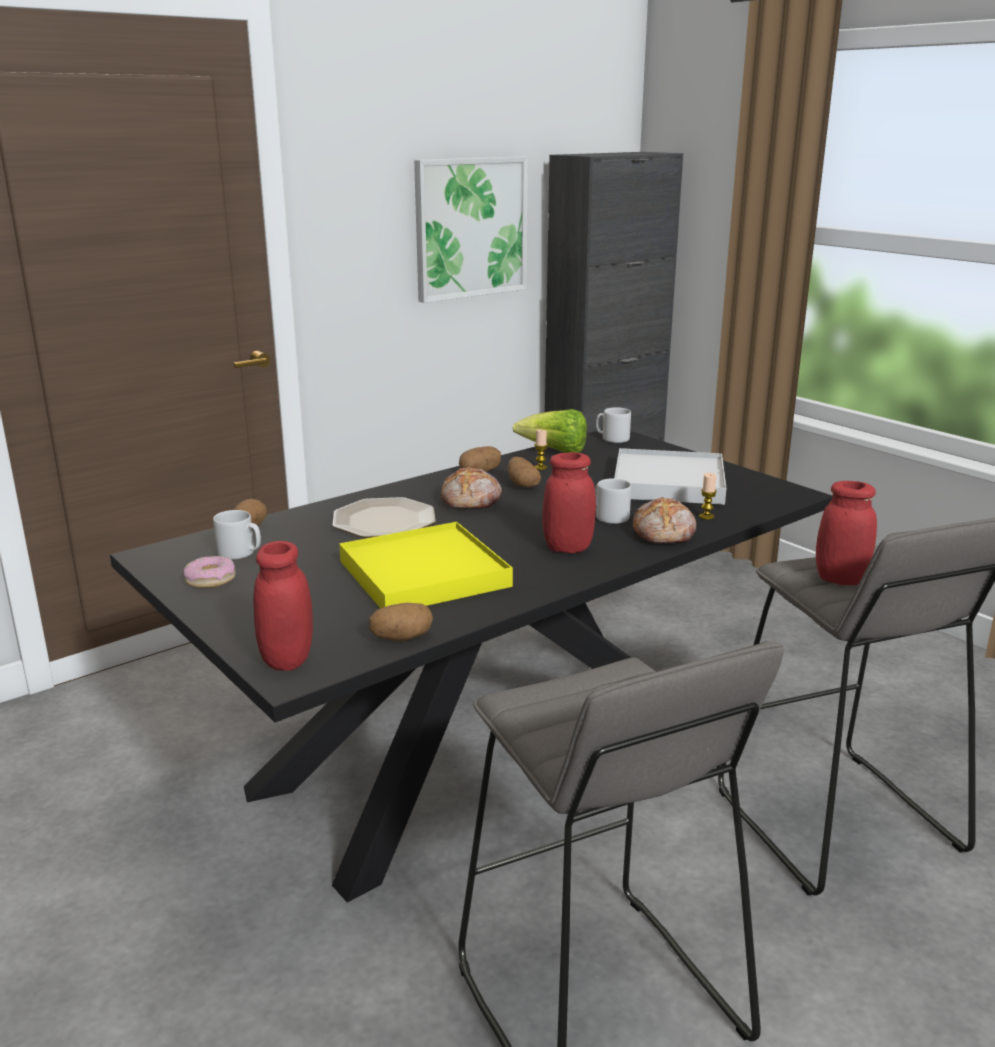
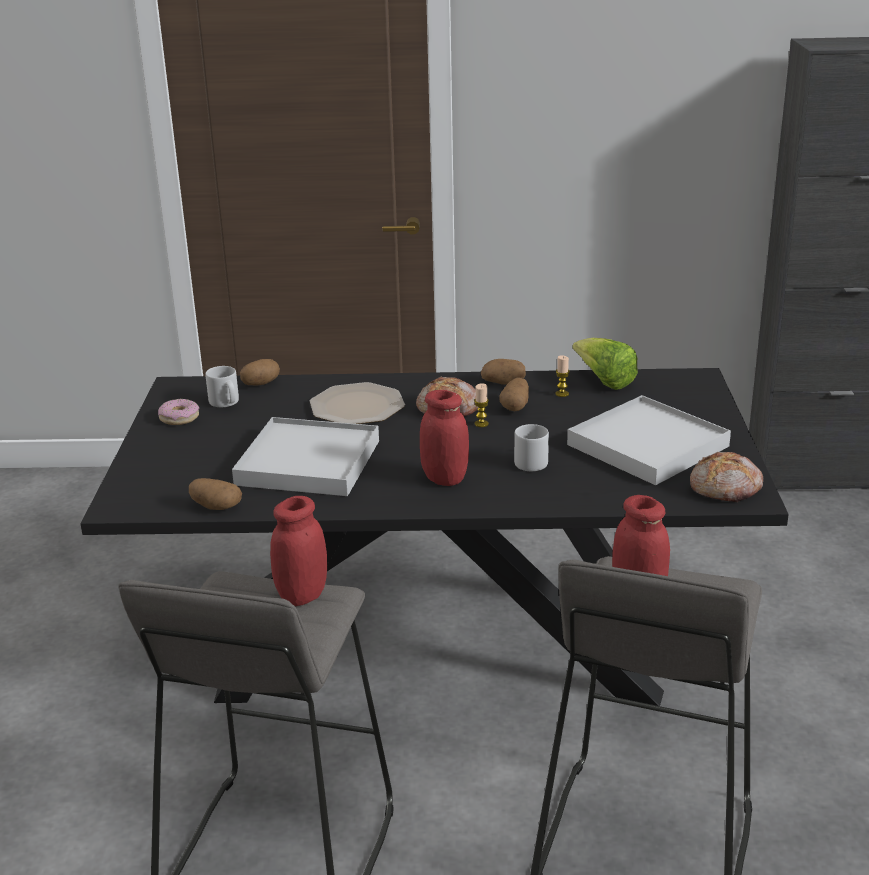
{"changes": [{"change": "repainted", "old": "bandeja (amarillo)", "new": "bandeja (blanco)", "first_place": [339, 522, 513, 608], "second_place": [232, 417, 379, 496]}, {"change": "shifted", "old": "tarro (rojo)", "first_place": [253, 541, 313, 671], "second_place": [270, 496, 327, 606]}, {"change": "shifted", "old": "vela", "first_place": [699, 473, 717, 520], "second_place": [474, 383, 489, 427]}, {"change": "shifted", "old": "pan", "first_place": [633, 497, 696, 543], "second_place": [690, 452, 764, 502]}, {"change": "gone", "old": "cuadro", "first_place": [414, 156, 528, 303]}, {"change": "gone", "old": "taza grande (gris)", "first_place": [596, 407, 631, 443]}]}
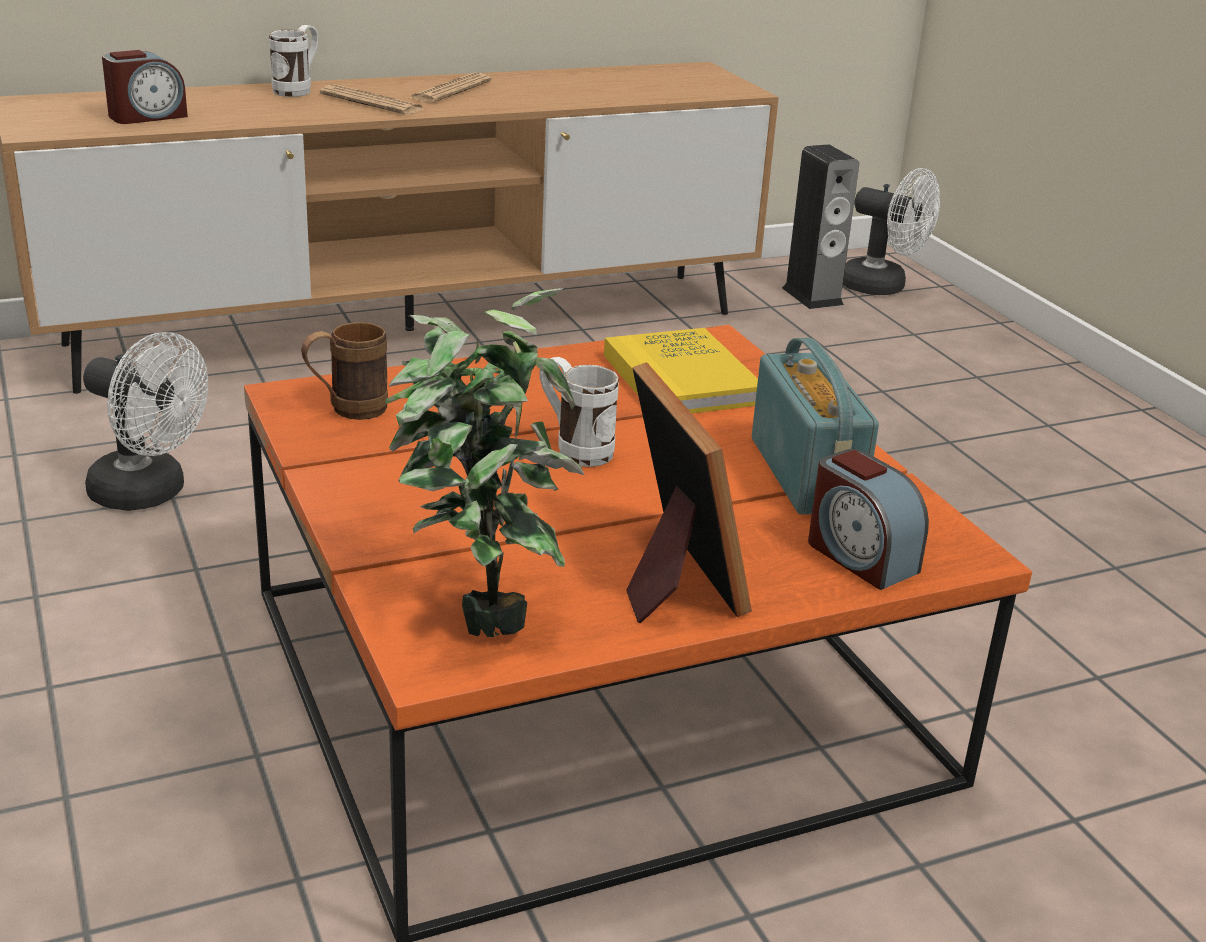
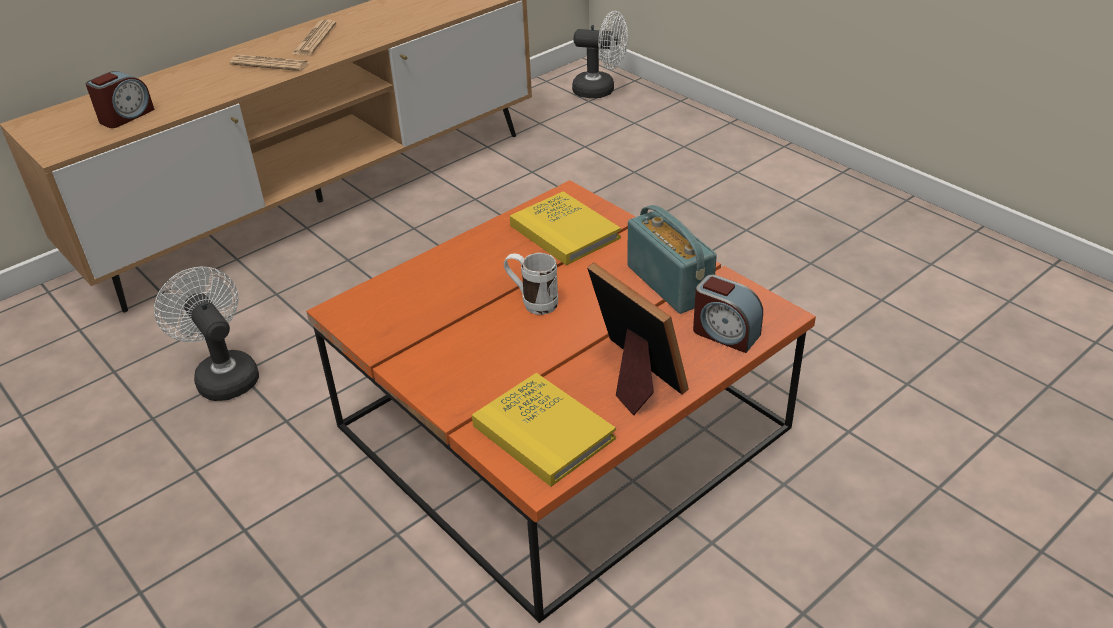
{"changes": [{"change": "rotated", "old": "ventilador (blanco)", "first_place": [83, 332, 208, 511], "second_place": [154, 267, 259, 401], "degrees": -135}, {"change": "swapped", "old": "planta en maceta", "new": "libro (amarillo)", "first_place": [385, 288, 584, 637], "second_place": [472, 373, 616, 487]}, {"change": "gone", "old": "taza grande (blanco)", "first_place": [269, 25, 318, 97]}, {"change": "gone", "old": "taza grande (marrón)", "first_place": [301, 322, 388, 420]}, {"change": "gone", "old": "altavoz", "first_place": [782, 145, 859, 309]}]}
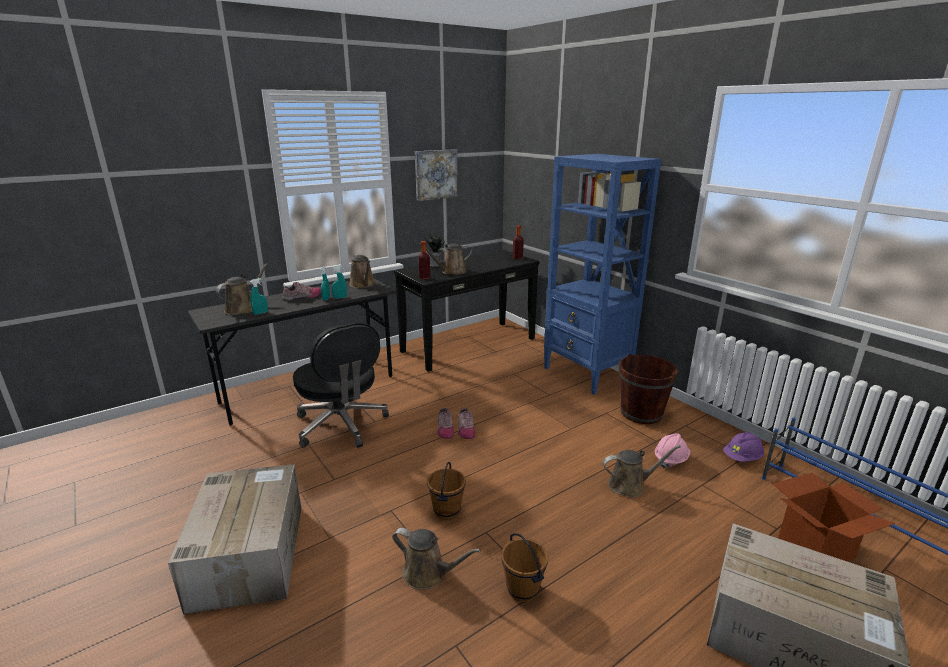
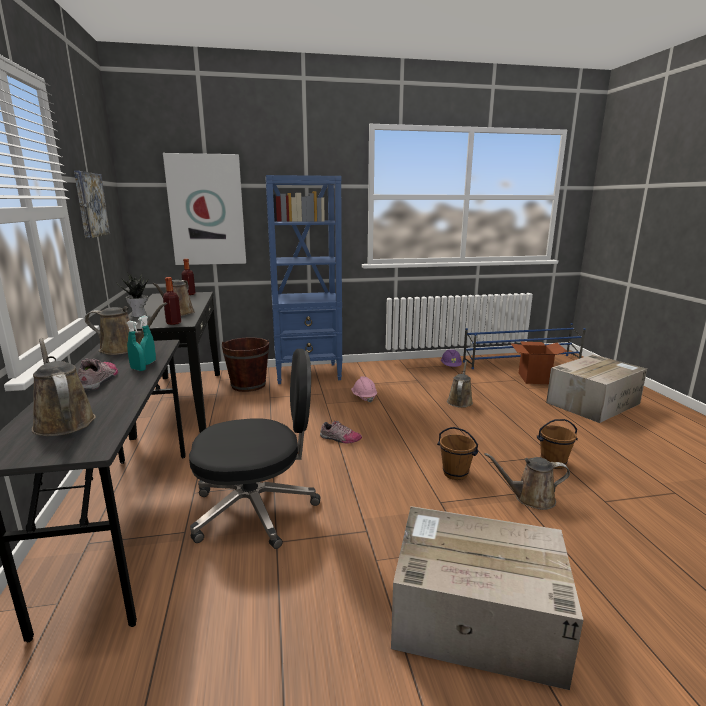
{"changes": [{"change": "new", "new": "cuadro", "second_place": [163, 153, 246, 265]}, {"change": "shifted", "old": "cubo (marrón)", "first_place": [619, 354, 678, 424], "second_place": [222, 337, 269, 392]}, {"change": "shifted", "old": "casco (rosa)", "first_place": [655, 434, 690, 468], "second_place": [351, 376, 377, 403]}, {"change": "rotated", "old": "regadera (marrón)", "first_place": [392, 528, 481, 590], "second_place": [484, 453, 570, 510], "degrees": -135}, {"change": "gone", "old": "pulverizador (turquesa)", "first_place": [250, 278, 268, 315]}, {"change": "gone", "old": "zapato", "first_place": [437, 408, 454, 439]}]}
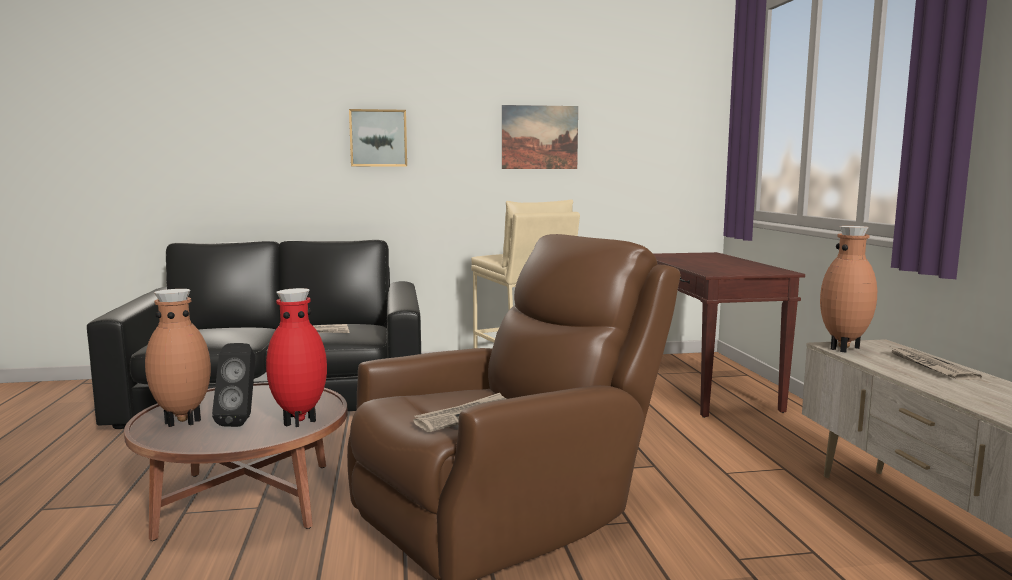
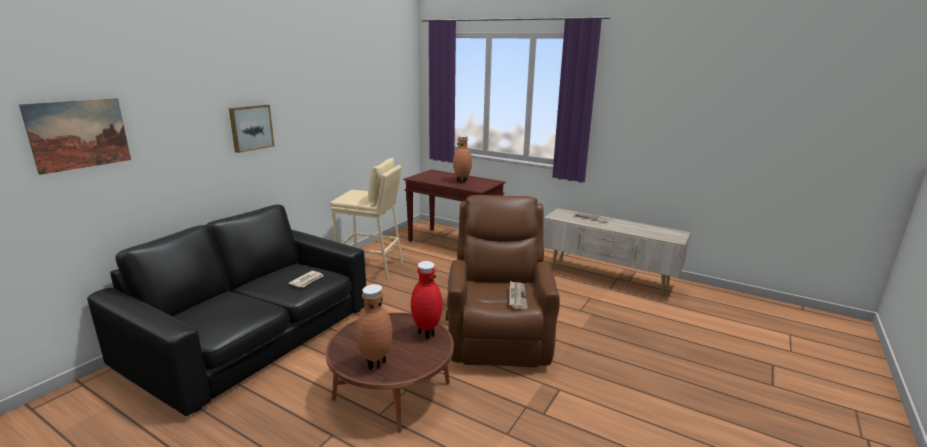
{"changes": [{"change": "shifted", "old": "cuadro", "first_place": [502, 105, 578, 169], "second_place": [19, 98, 131, 175]}, {"change": "shifted", "old": "florero (marrón)", "first_place": [820, 226, 877, 352], "second_place": [453, 135, 472, 183]}, {"change": "gone", "old": "altavoz (negro)", "first_place": [212, 343, 256, 427]}]}
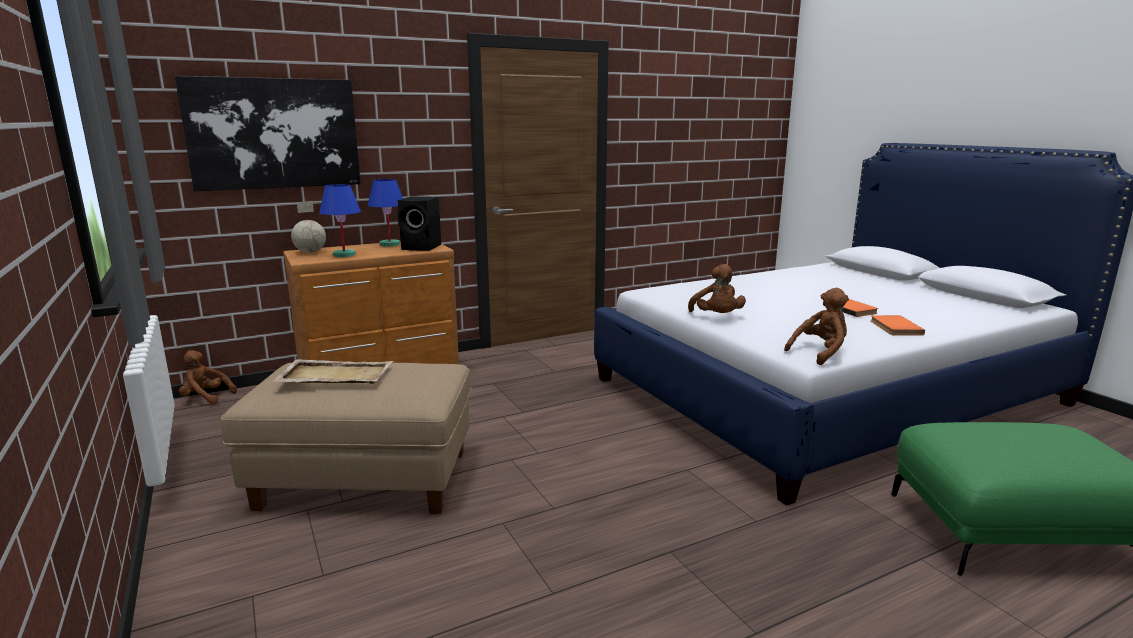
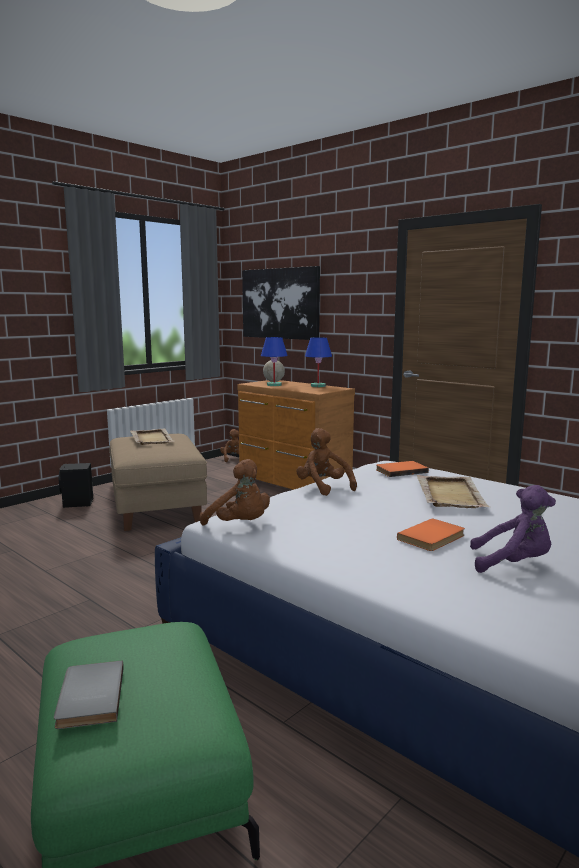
{"changes": [{"change": "new", "new": "libro (gris)", "second_place": [54, 661, 124, 729]}, {"change": "shifted", "old": "altavoz (negro)", "first_place": [398, 196, 441, 251], "second_place": [59, 463, 93, 508]}, {"change": "rotated", "old": "peluche (marrón)", "first_place": [688, 264, 746, 313], "second_place": [296, 428, 357, 496], "degrees": 90}, {"change": "shifted", "old": "libro (naranja)", "first_place": [871, 315, 925, 335], "second_place": [376, 461, 429, 477]}, {"change": "new", "new": "bandeja (beis)", "second_place": [417, 475, 490, 508]}, {"change": "new", "new": "peluche (morado)", "second_place": [470, 485, 556, 573]}]}
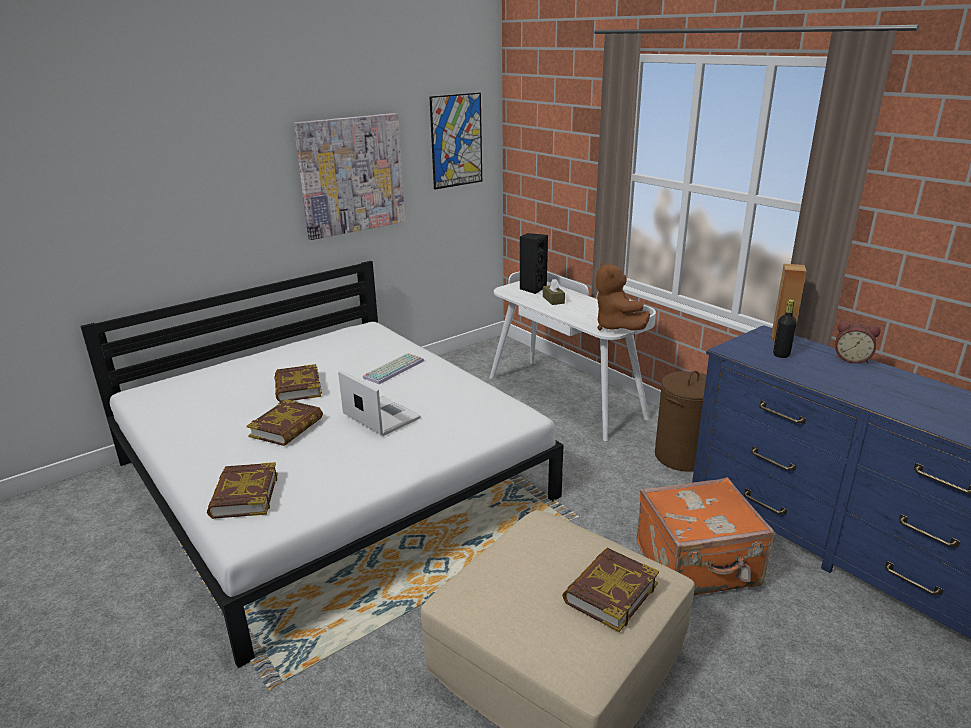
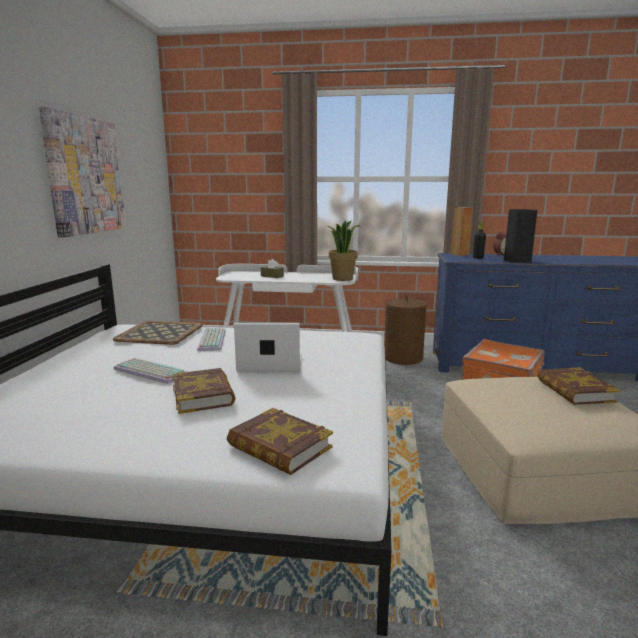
{"changes": [{"change": "new", "new": "bandeja", "second_place": [113, 321, 203, 345]}, {"change": "swapped", "old": "libro", "new": "teclado", "first_place": [275, 364, 322, 402], "second_place": [114, 358, 188, 384]}, {"change": "swapped", "old": "peluche (marrón)", "new": "planta en maceta", "first_place": [596, 262, 650, 331], "second_place": [327, 221, 360, 281]}, {"change": "shifted", "old": "altavoz (negro)", "first_place": [520, 233, 548, 294], "second_place": [504, 209, 537, 263]}, {"change": "gone", "old": "cuadro", "first_place": [429, 93, 482, 190]}]}
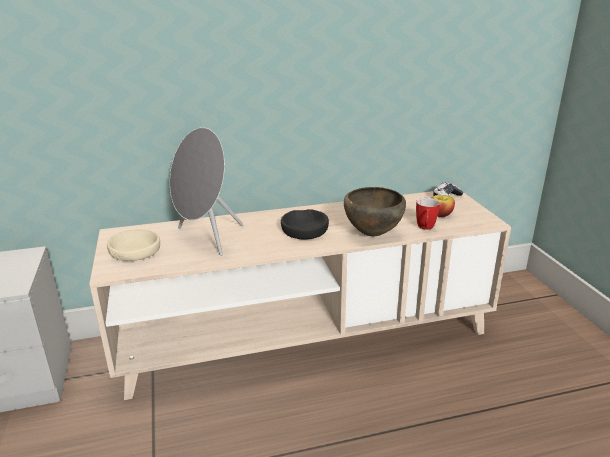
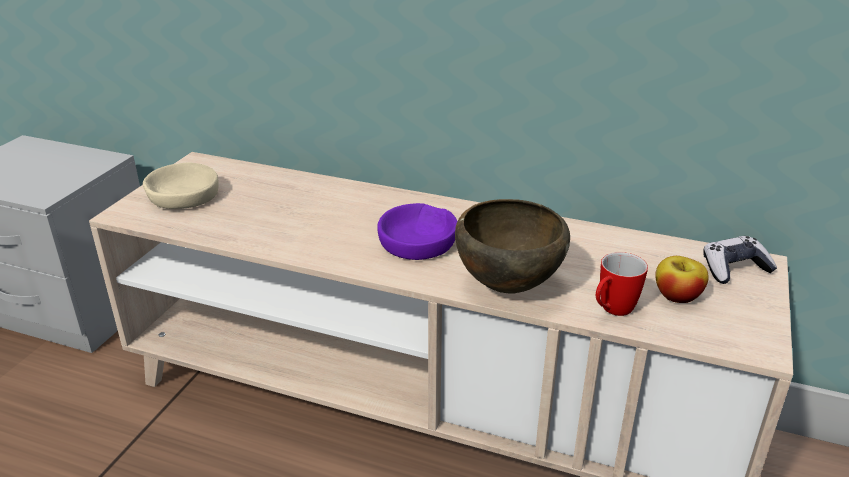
{"changes": [{"change": "repainted", "old": "cuenco (negro)", "new": "cuenco (morado)", "first_place": [281, 209, 329, 239], "second_place": [377, 203, 457, 260]}, {"change": "gone", "old": "altavoz (gris)", "first_place": [170, 127, 243, 256]}]}
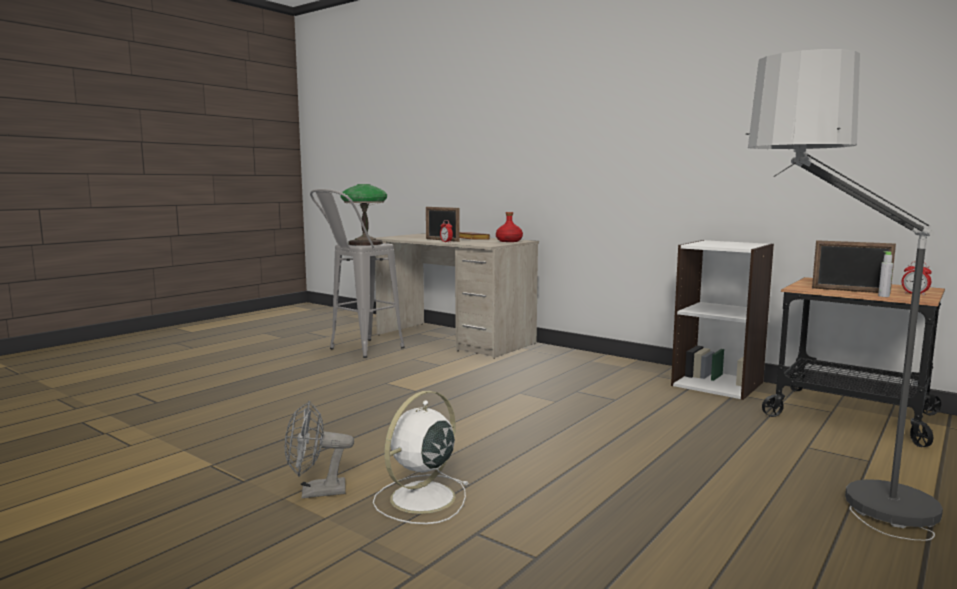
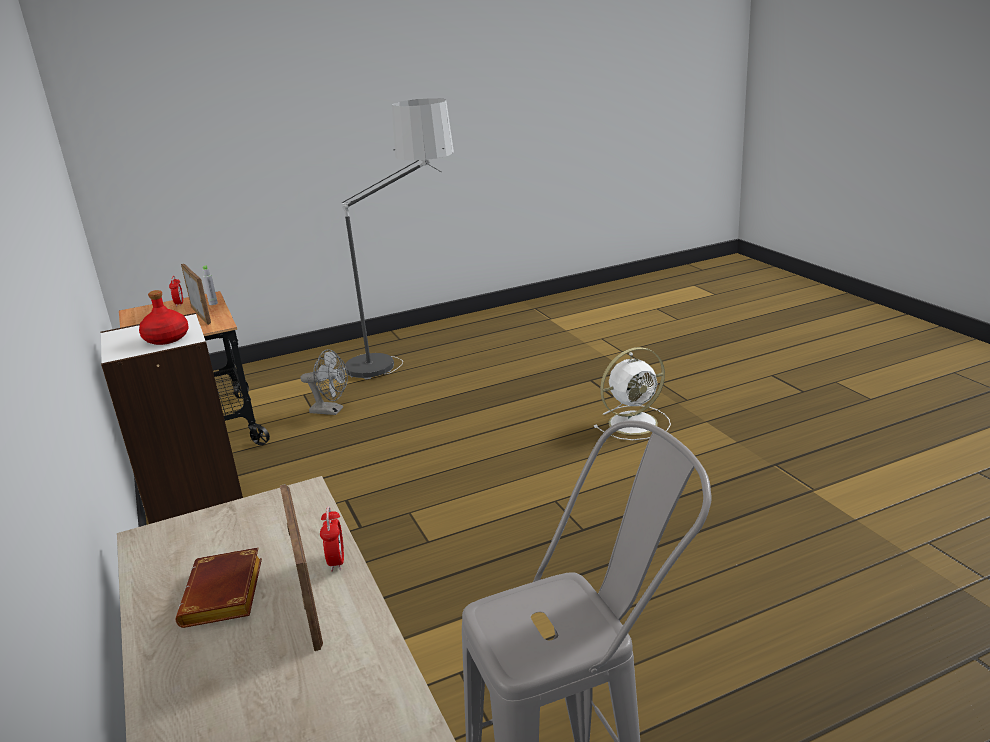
{"changes": [{"change": "shifted", "old": "botella (rojo)", "first_place": [496, 212, 523, 242], "second_place": [139, 290, 189, 345]}, {"change": "shifted", "old": "ventilador (gris)", "first_place": [284, 401, 354, 498], "second_place": [300, 349, 348, 415]}, {"change": "gone", "old": "lámpara de mesa", "first_place": [341, 184, 387, 246]}]}
